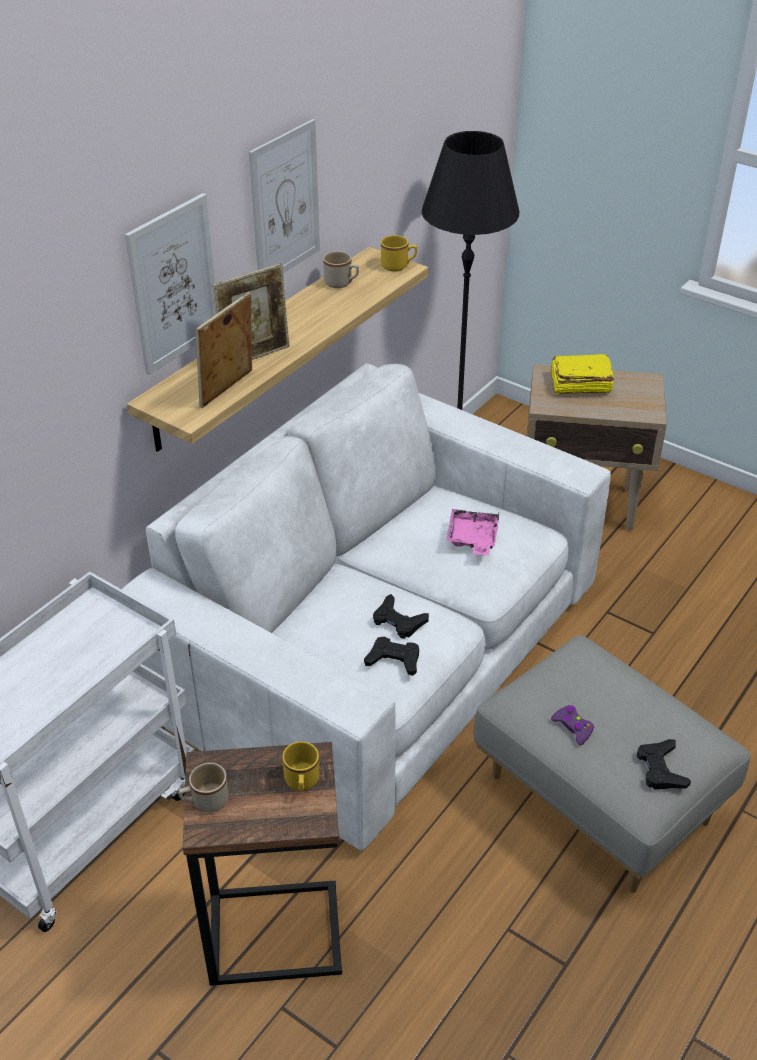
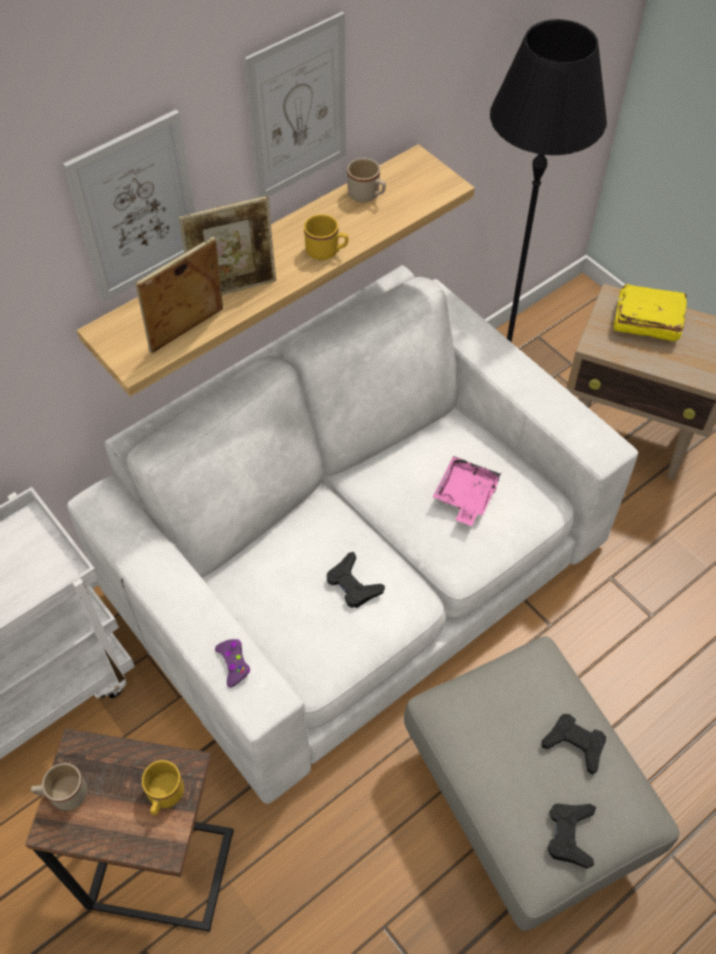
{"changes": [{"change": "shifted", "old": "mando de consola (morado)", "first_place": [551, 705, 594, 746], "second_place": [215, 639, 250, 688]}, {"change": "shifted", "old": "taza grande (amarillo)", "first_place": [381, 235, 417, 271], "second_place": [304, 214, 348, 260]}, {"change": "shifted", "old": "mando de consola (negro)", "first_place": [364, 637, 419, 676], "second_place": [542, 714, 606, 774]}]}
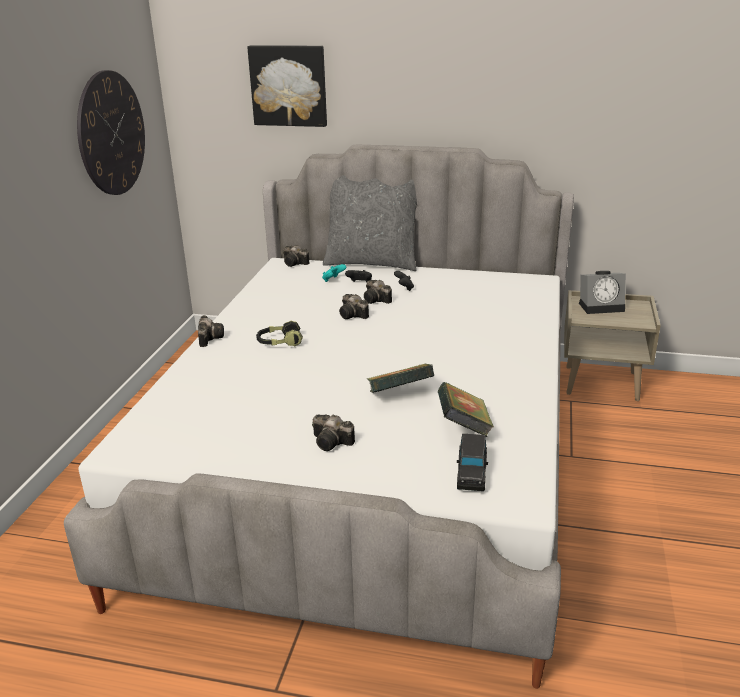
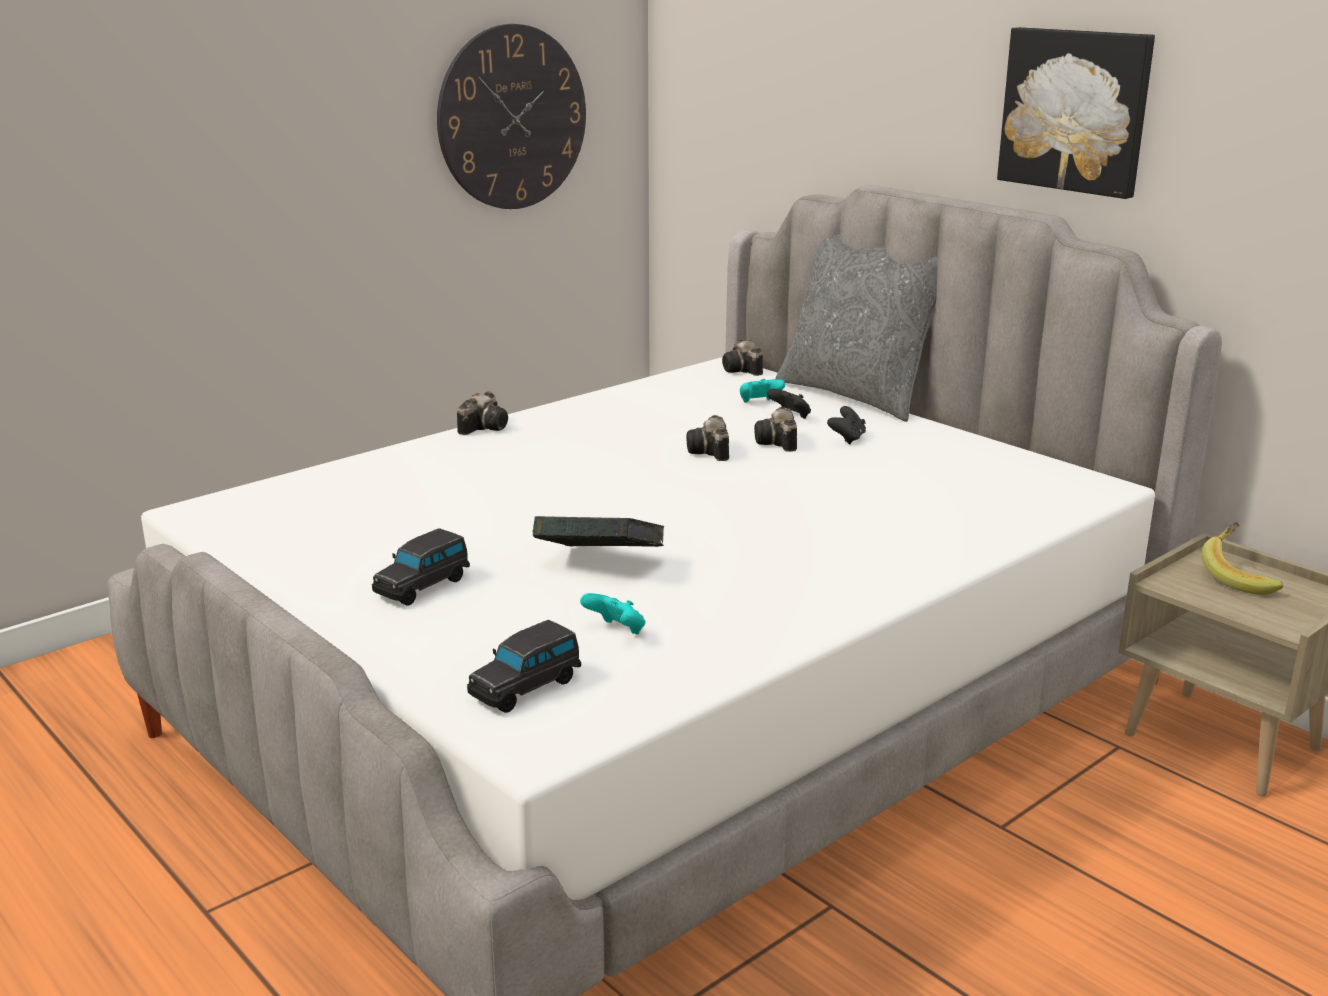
{"changes": [{"change": "swapped", "old": "cámara", "new": "coche de juguete (negro)", "first_place": [312, 414, 355, 451], "second_place": [372, 528, 470, 606]}, {"change": "swapped", "old": "libro", "new": "mando de consola (turquesa)", "first_place": [438, 382, 494, 437], "second_place": [580, 593, 646, 634]}, {"change": "shifted", "old": "cuadro", "first_place": [247, 45, 327, 127], "second_place": [997, 27, 1155, 199]}, {"change": "swapped", "old": "despertador", "new": "plátano", "first_place": [579, 271, 626, 314], "second_place": [1202, 522, 1283, 595]}, {"change": "gone", "old": "auriculares", "first_place": [256, 320, 303, 347]}]}
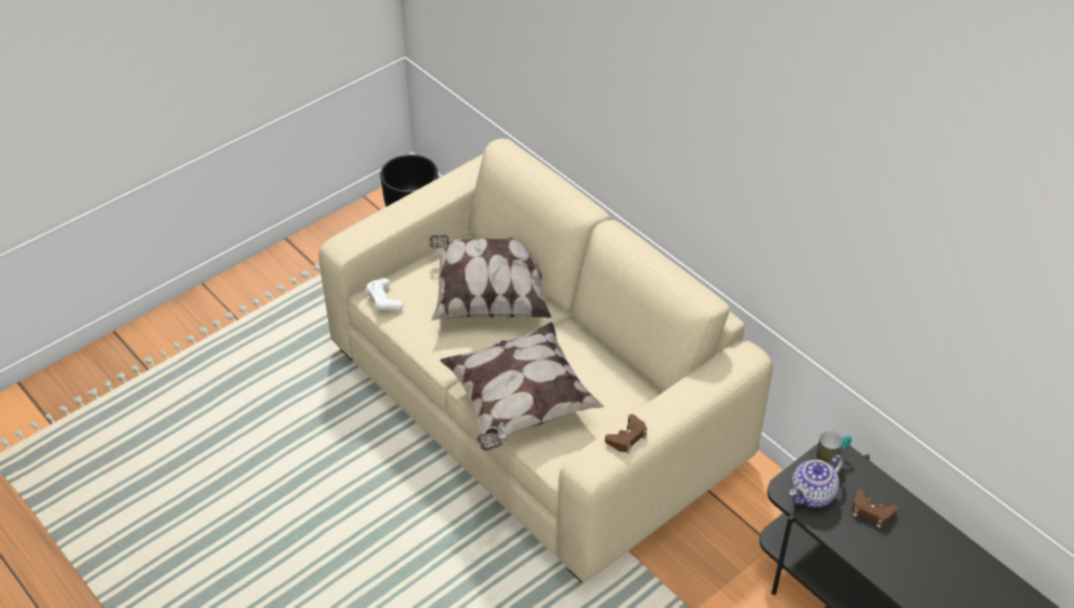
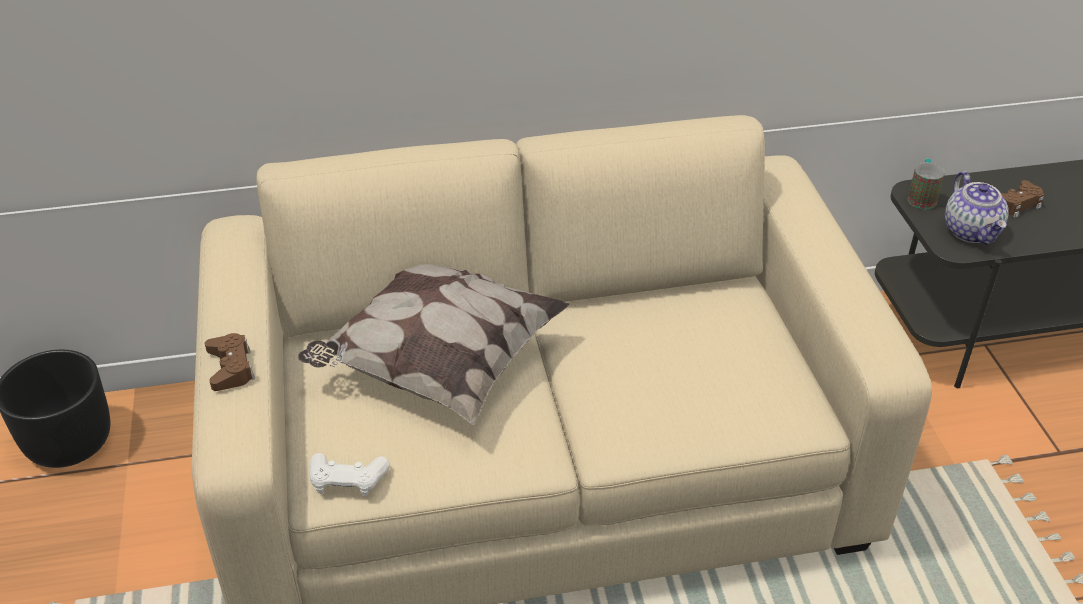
{"changes": [{"change": "shifted", "old": "mando de consola (marrón)", "first_place": [605, 414, 647, 453], "second_place": [205, 333, 255, 391]}, {"change": "gone", "old": "cojín", "first_place": [440, 322, 604, 451]}]}
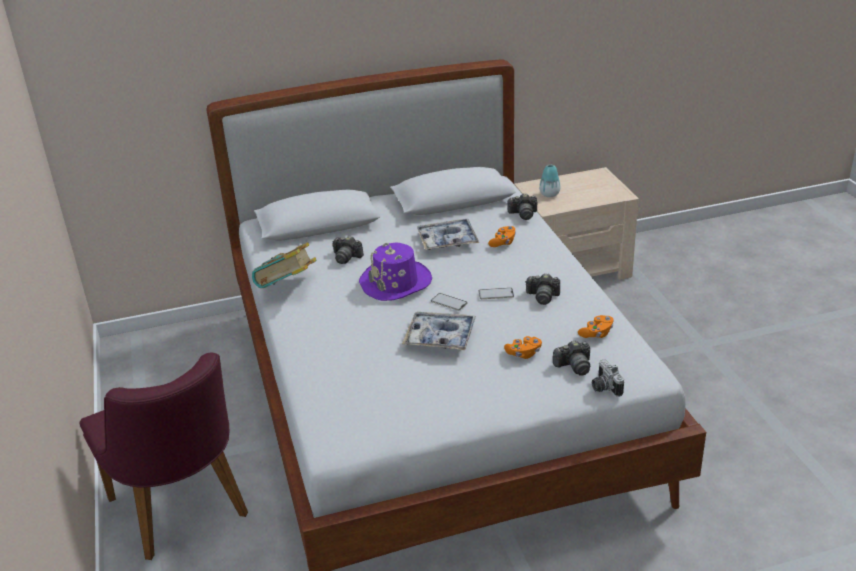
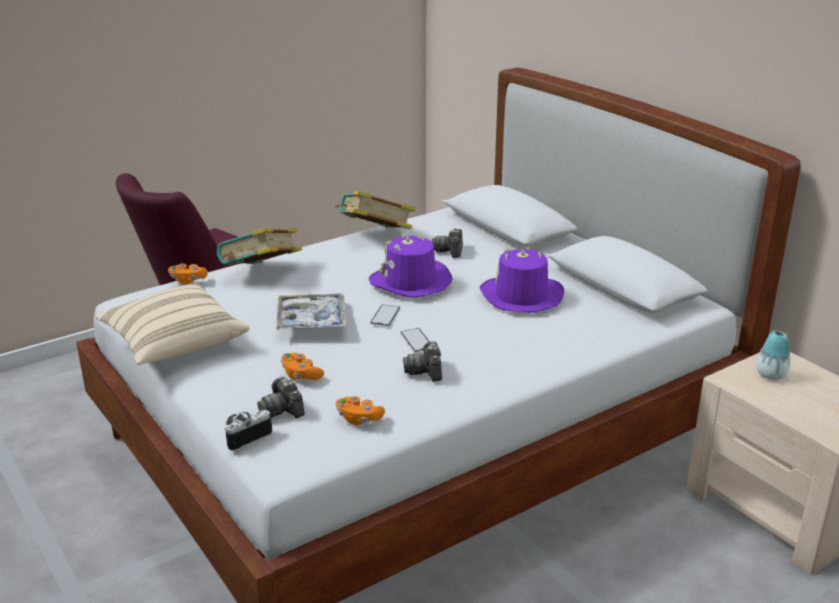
{"changes": [{"change": "new", "new": "cojín (beis)", "second_place": [95, 284, 250, 365]}, {"change": "shifted", "old": "mando de consola (naranja)", "first_place": [488, 226, 516, 247], "second_place": [168, 263, 208, 285]}, {"change": "new", "new": "libro", "second_place": [217, 228, 302, 265]}, {"change": "swapped", "old": "bandeja", "new": "sombrero (morado)", "first_place": [417, 219, 479, 250], "second_place": [480, 247, 564, 313]}, {"change": "gone", "old": "cámara", "first_place": [507, 193, 537, 220]}]}
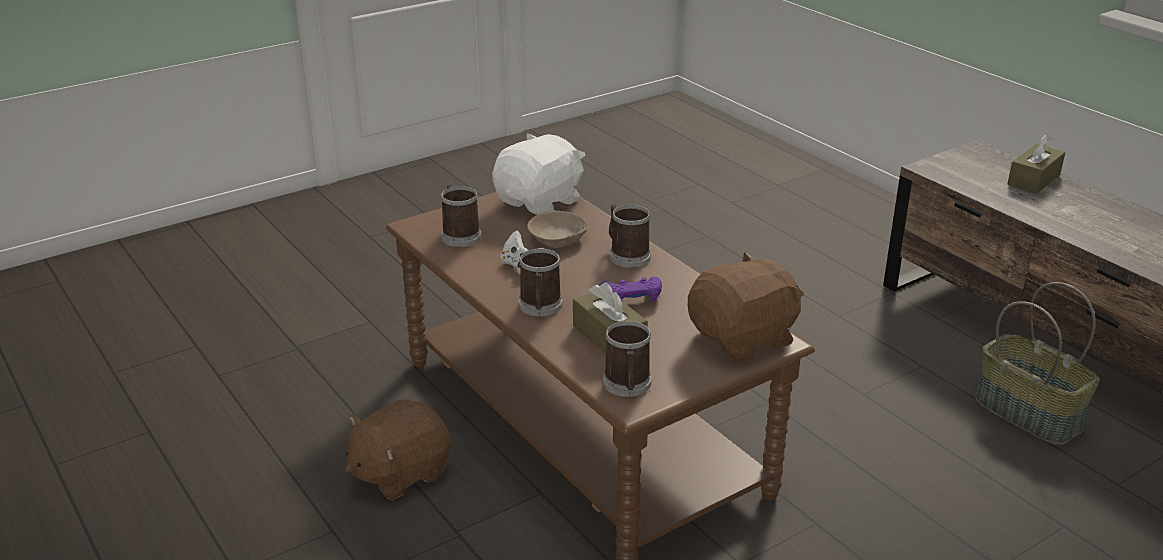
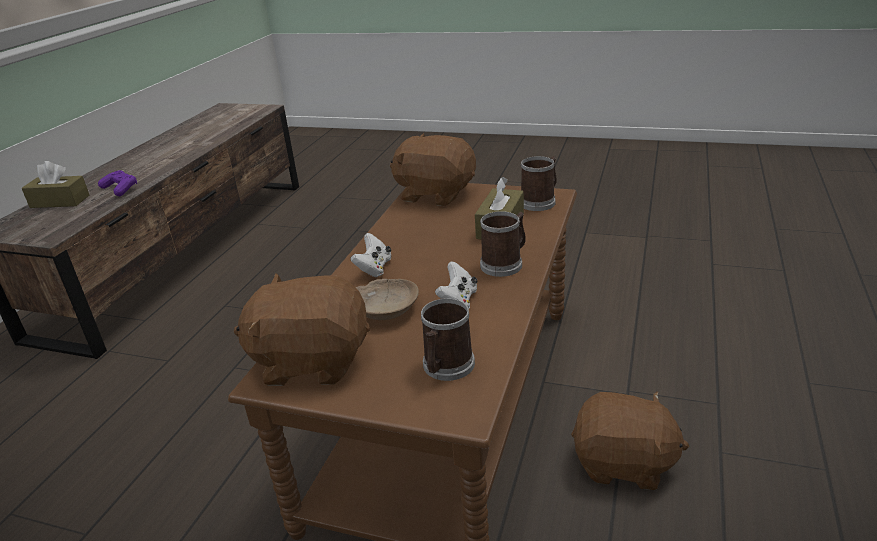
{"changes": [{"change": "shifted", "old": "mando de consola (morado)", "first_place": [599, 277, 662, 302], "second_place": [98, 170, 137, 196]}, {"change": "repainted", "old": "peluche (blanco)", "new": "peluche (marrón)", "first_place": [492, 133, 585, 215], "second_place": [234, 273, 370, 386]}, {"change": "swapped", "old": "taza grande", "new": "mando de consola (blanco)", "first_place": [609, 204, 651, 268], "second_place": [350, 233, 391, 277]}, {"change": "gone", "old": "cesta", "first_place": [975, 282, 1100, 445]}]}
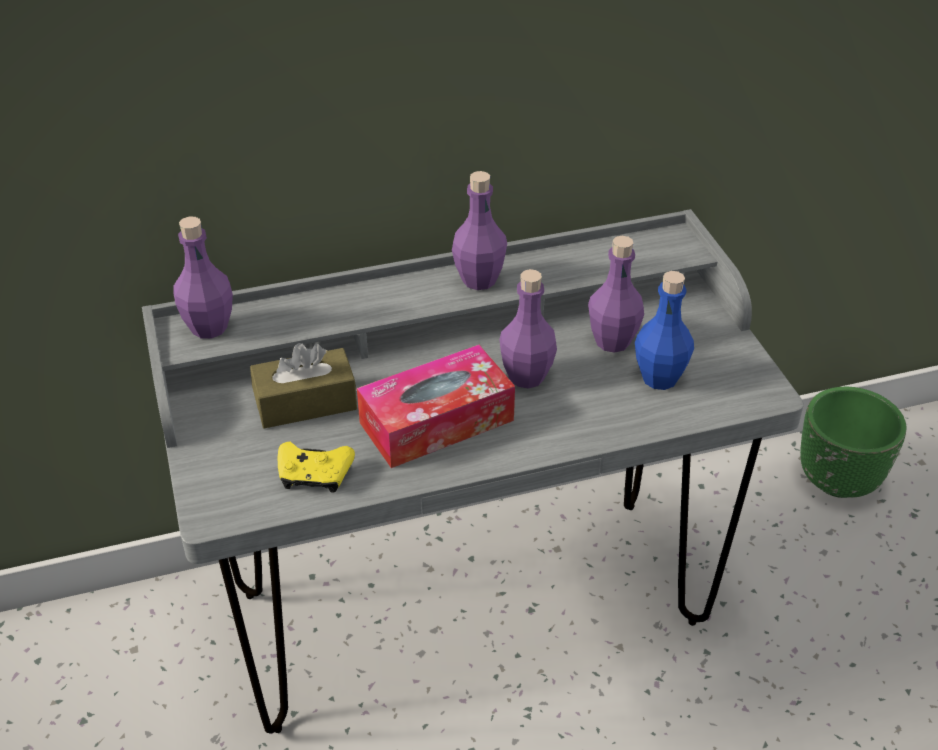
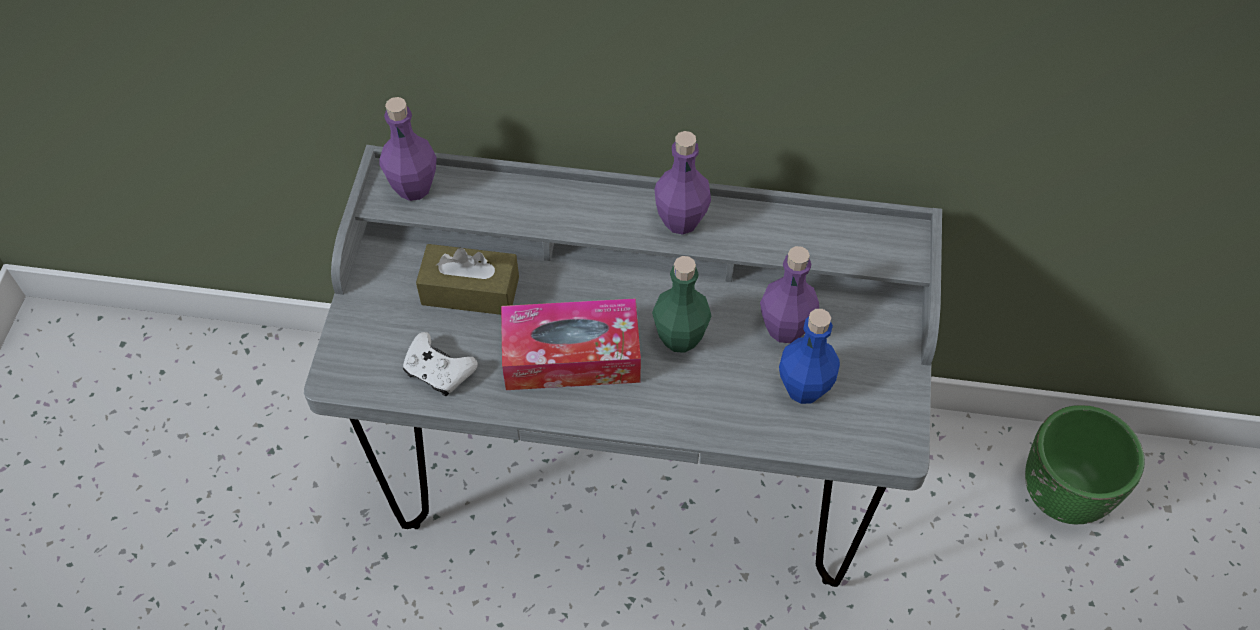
{"changes": [{"change": "repainted", "old": "mando de consola (amarillo)", "new": "mando de consola (blanco)", "first_place": [278, 441, 355, 493], "second_place": [403, 332, 478, 396]}, {"change": "repainted", "old": "botella (morado)", "new": "botella (verde)", "first_place": [499, 269, 557, 389], "second_place": [652, 256, 712, 353]}]}
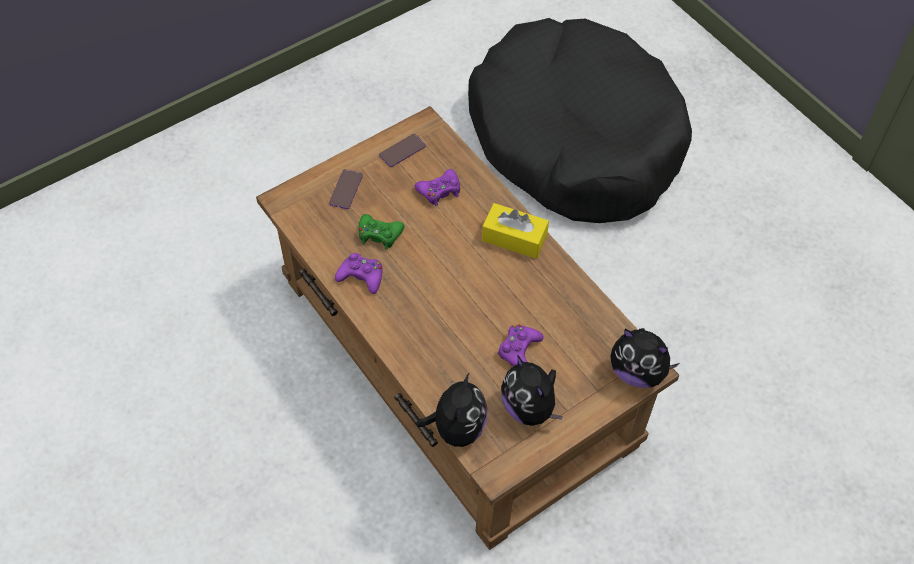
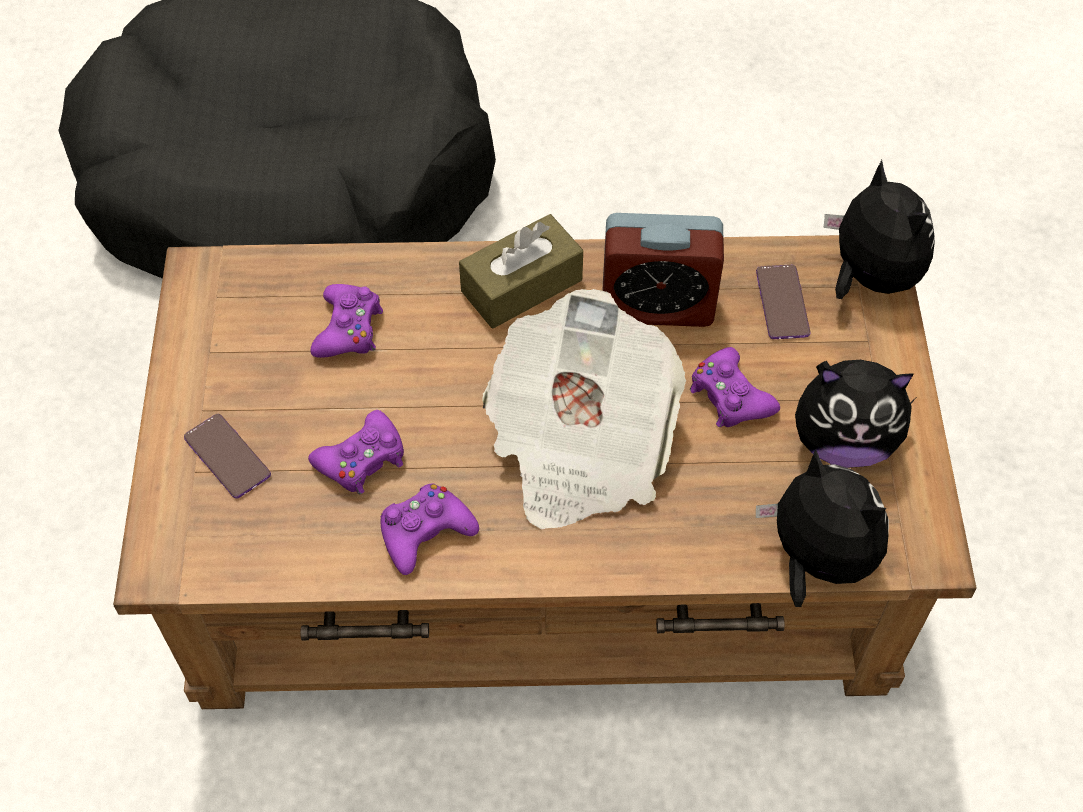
{"changes": [{"change": "repainted", "old": "mando de consola (verde)", "new": "mando de consola (morado)", "first_place": [359, 214, 405, 250], "second_place": [308, 410, 404, 495]}, {"change": "repainted", "old": "caja de pañuelos (amarillo)", "new": "caja de pañuelos (marrón)", "first_place": [482, 203, 549, 259], "second_place": [459, 214, 583, 329]}, {"change": "new", "new": "periódico", "second_place": [482, 289, 686, 529]}, {"change": "new", "new": "despertador", "second_place": [603, 213, 724, 327]}, {"change": "shifted", "old": "móvil", "first_place": [379, 134, 426, 167], "second_place": [756, 265, 811, 339]}, {"change": "rotated", "old": "peluche", "first_place": [610, 328, 679, 388], "second_place": [823, 160, 935, 299], "degrees": -90}]}
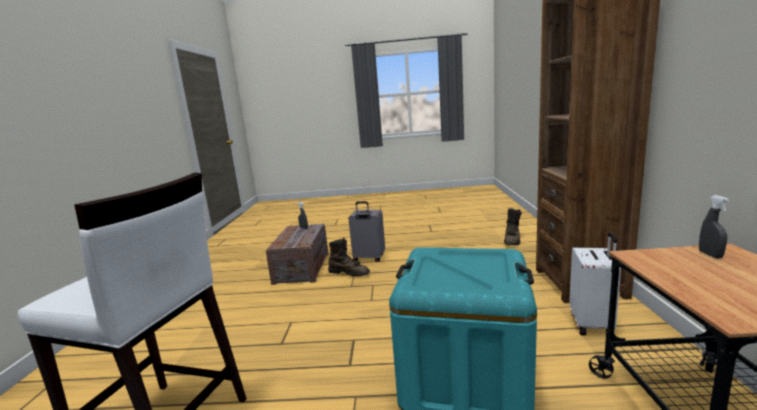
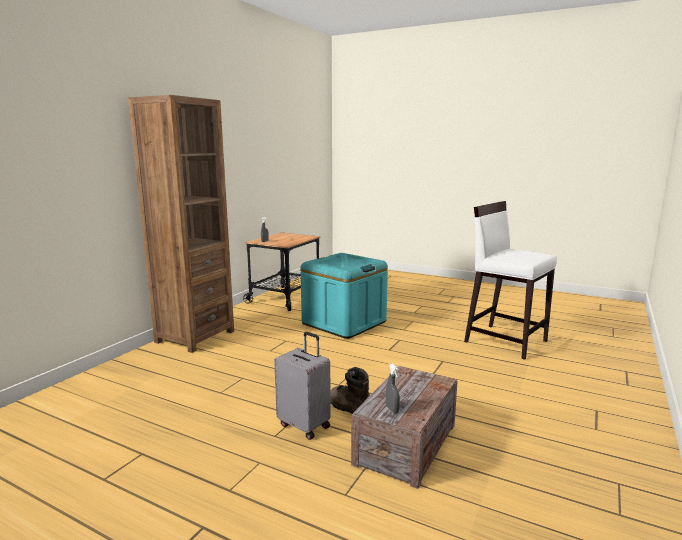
{"changes": [{"change": "gone", "old": "bota (marrón)", "first_place": [504, 208, 522, 245]}, {"change": "gone", "old": "maleta (blanco)", "first_place": [569, 232, 621, 335]}]}
